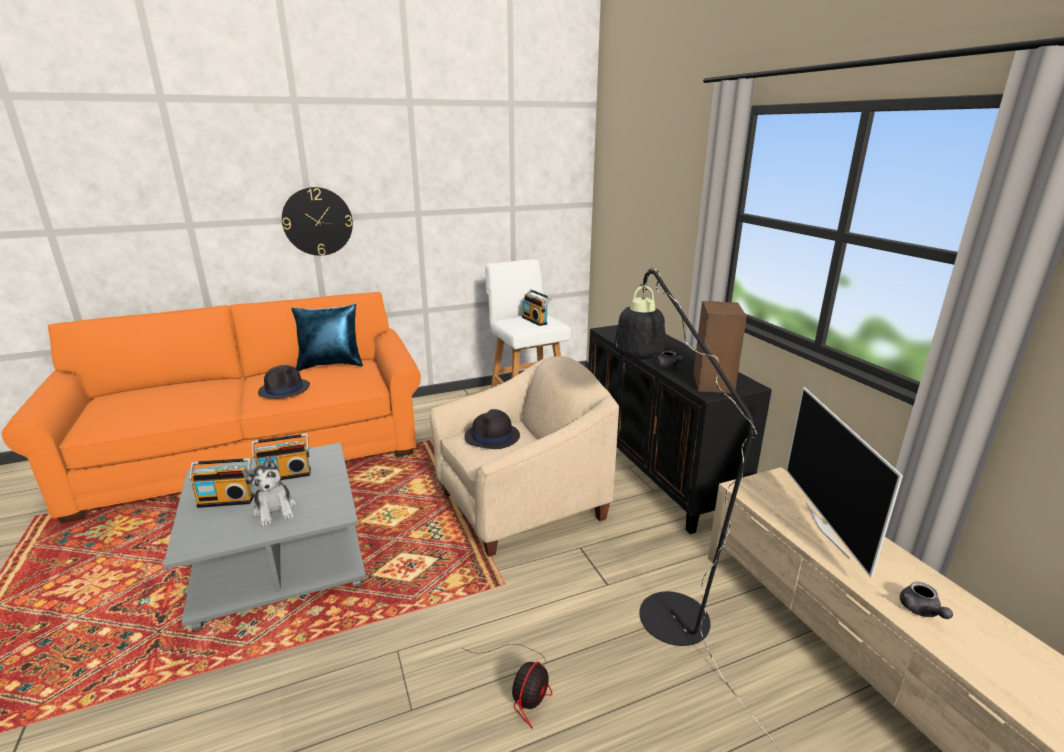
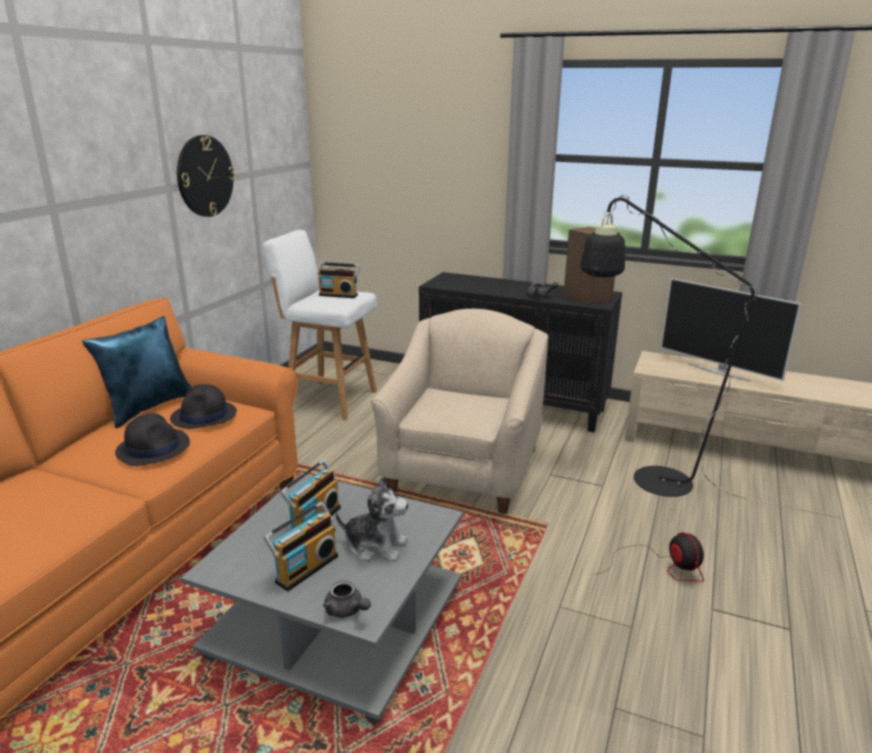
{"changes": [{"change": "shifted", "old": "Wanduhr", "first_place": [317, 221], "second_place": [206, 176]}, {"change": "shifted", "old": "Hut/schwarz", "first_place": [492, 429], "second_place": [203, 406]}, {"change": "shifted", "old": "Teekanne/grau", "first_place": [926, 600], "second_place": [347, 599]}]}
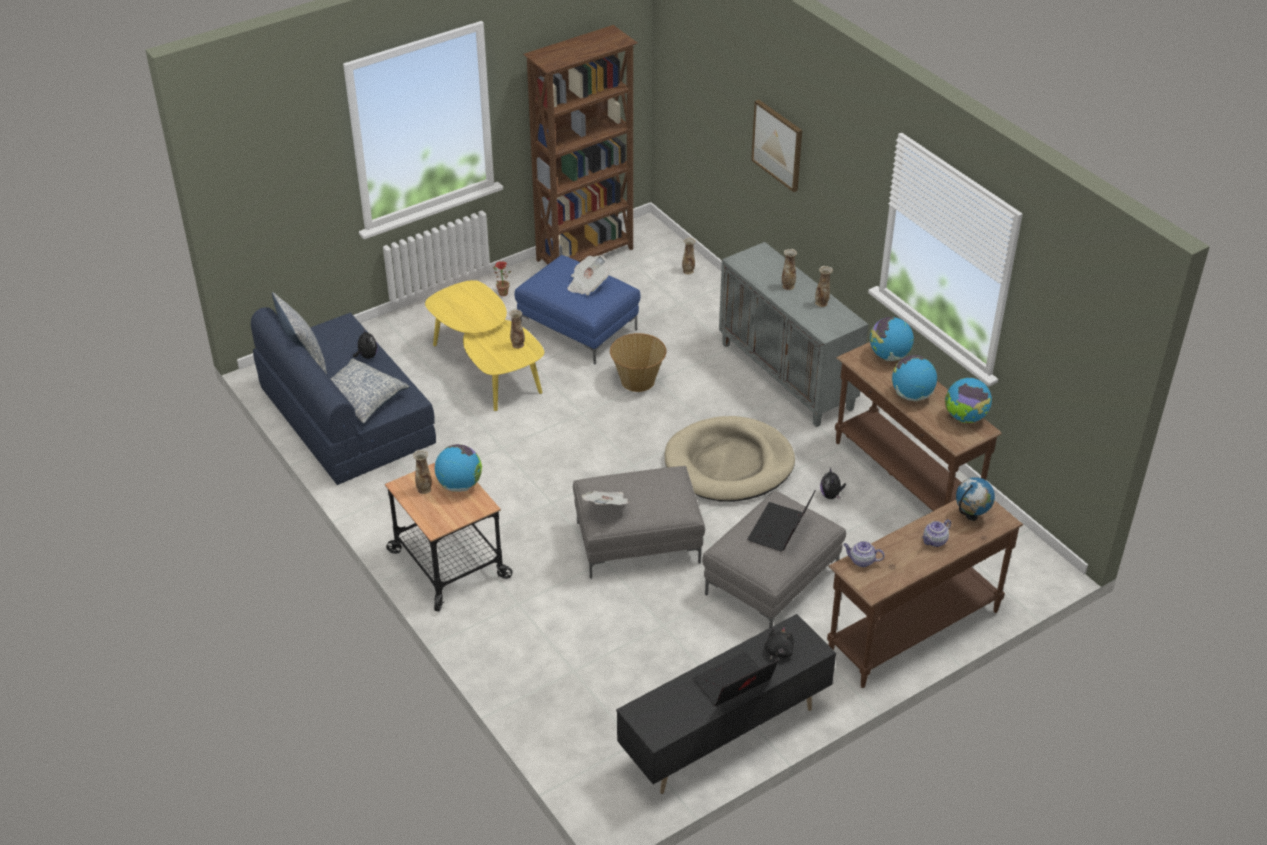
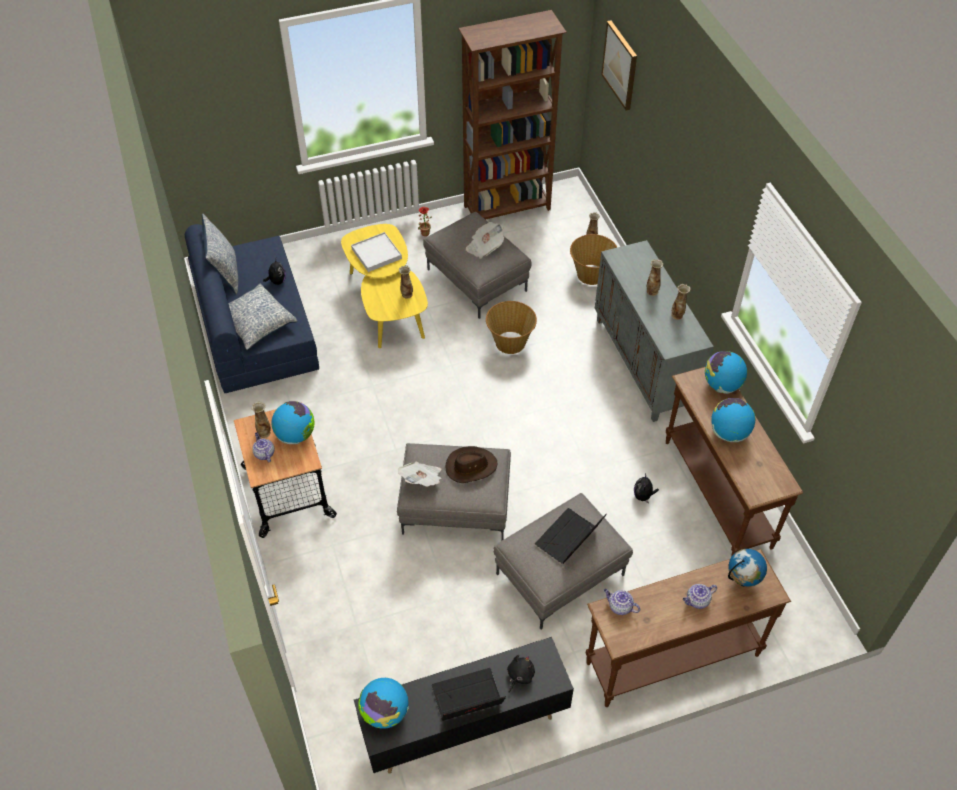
{"changes": [{"change": "repainted", "old": "Polsterhocker/blau", "new": "Polsterhocker/grau", "first_place": [577, 310], "second_place": [477, 265]}, {"change": "gone", "old": "Hundebett/beige", "first_place": [730, 459]}, {"change": "shifted", "old": "Bild", "first_place": [776, 145], "second_place": [619, 65]}, {"change": "shifted", "old": "Globus", "first_place": [968, 400], "second_place": [383, 703]}, {"change": "new", "new": "Teekanne", "second_place": [263, 447]}, {"change": "new", "new": "Tablett/weiß", "second_place": [376, 252]}, {"change": "new", "new": "Hut/braun", "second_place": [471, 464]}, {"change": "new", "new": "Korb", "second_place": [593, 259]}]}
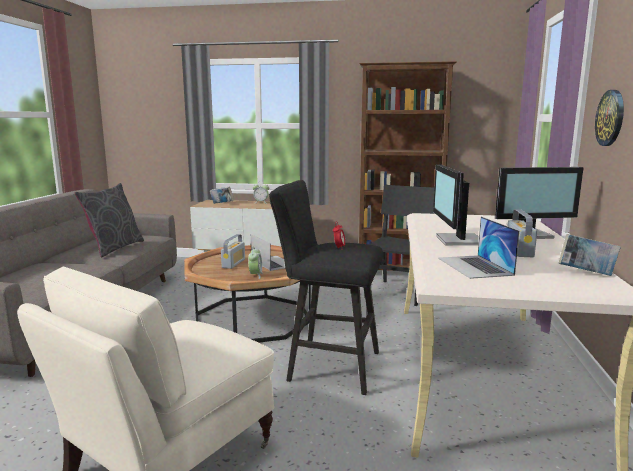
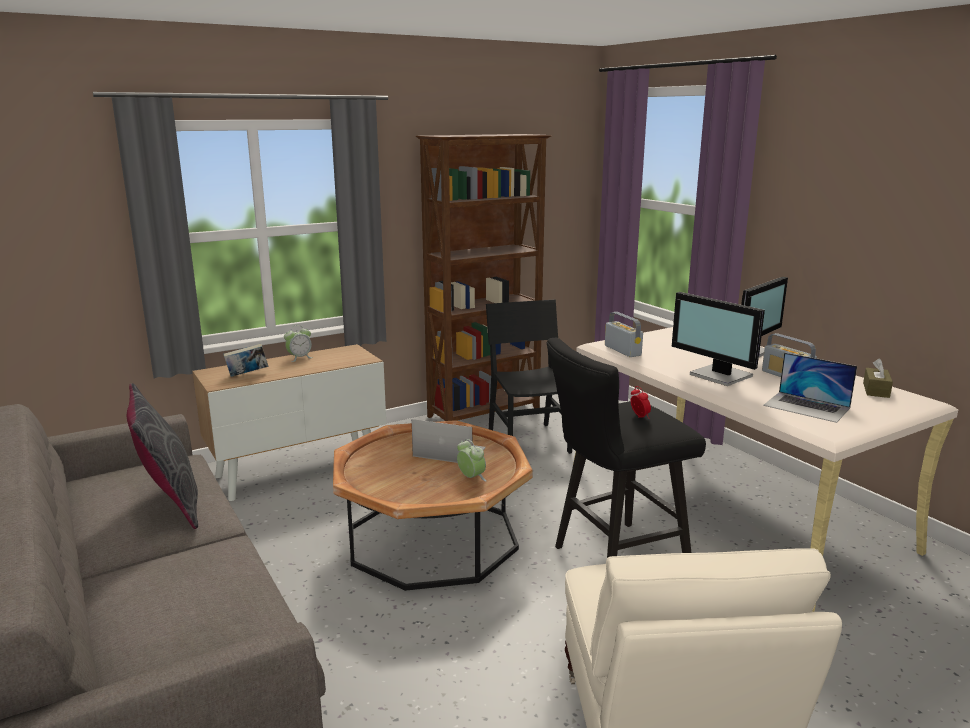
{"changes": [{"change": "shifted", "old": "Radio", "first_place": [233, 251], "second_place": [624, 334]}, {"change": "swapped", "old": "Buch", "new": "Taschentuchbox/braun", "first_place": [590, 255], "second_place": [878, 378]}, {"change": "gone", "old": "Wanduhr", "first_place": [609, 118]}]}
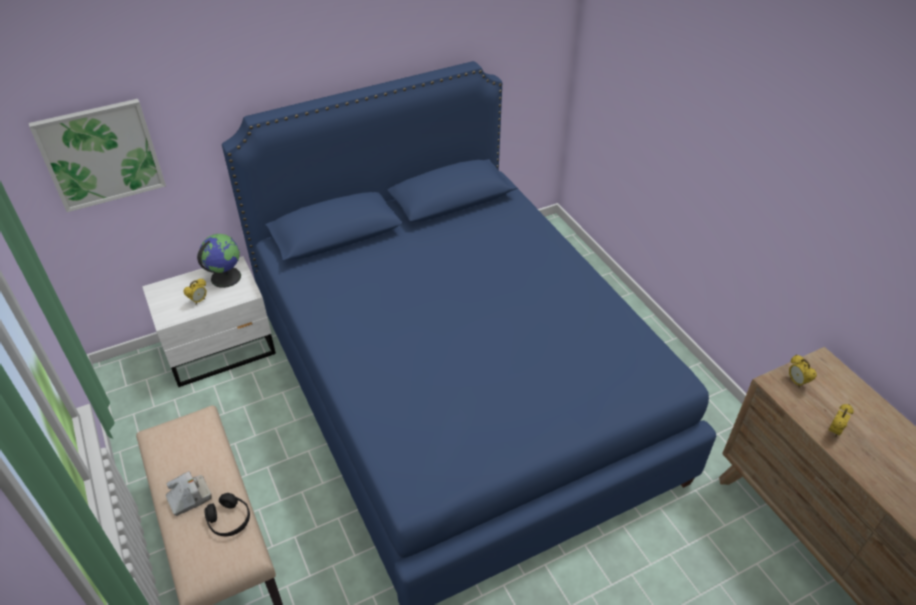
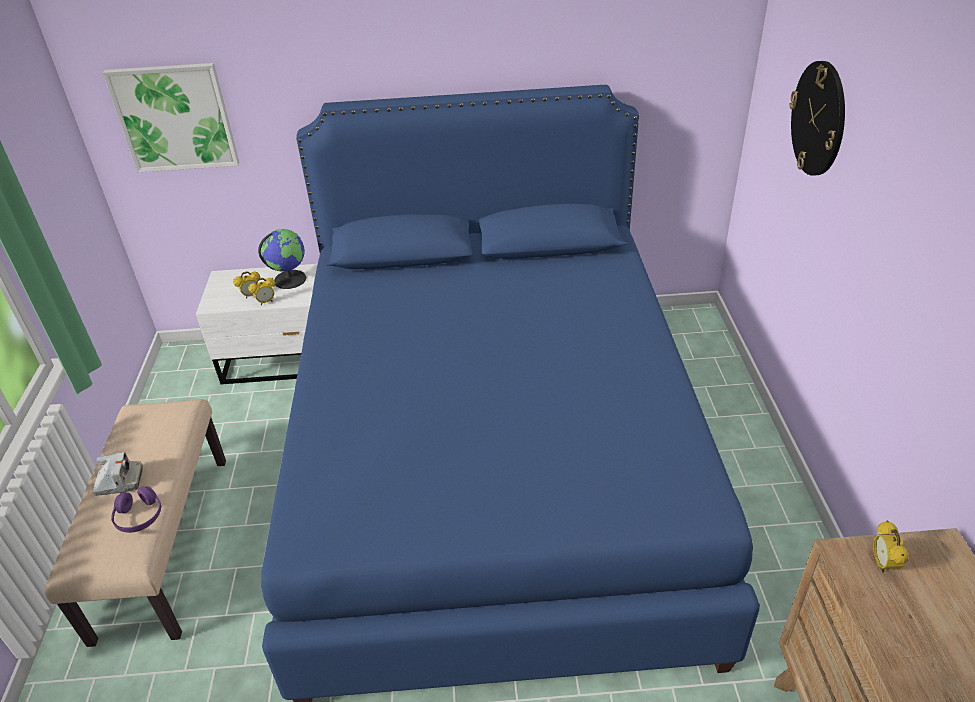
{"changes": [{"change": "repainted", "old": "Kopfhörer/schwarz", "new": "Kopfhörer/lila", "first_place": [227, 514], "second_place": [136, 509]}, {"change": "shifted", "old": "Wecker", "first_place": [841, 420], "second_place": [261, 291]}, {"change": "new", "new": "Wanduhr", "second_place": [817, 118]}]}
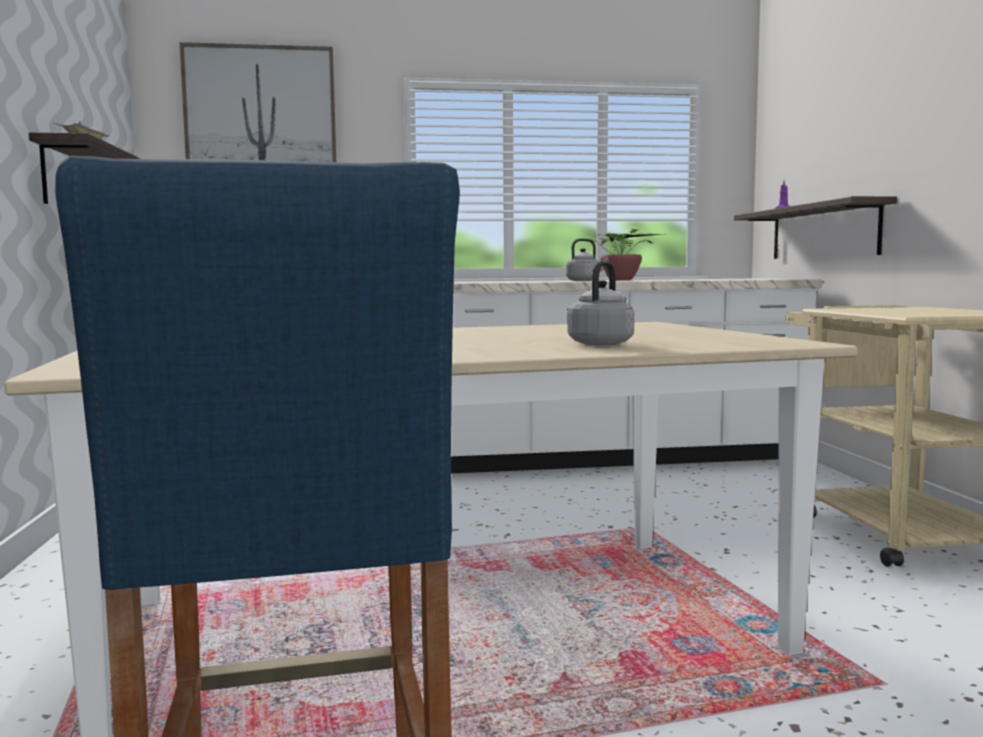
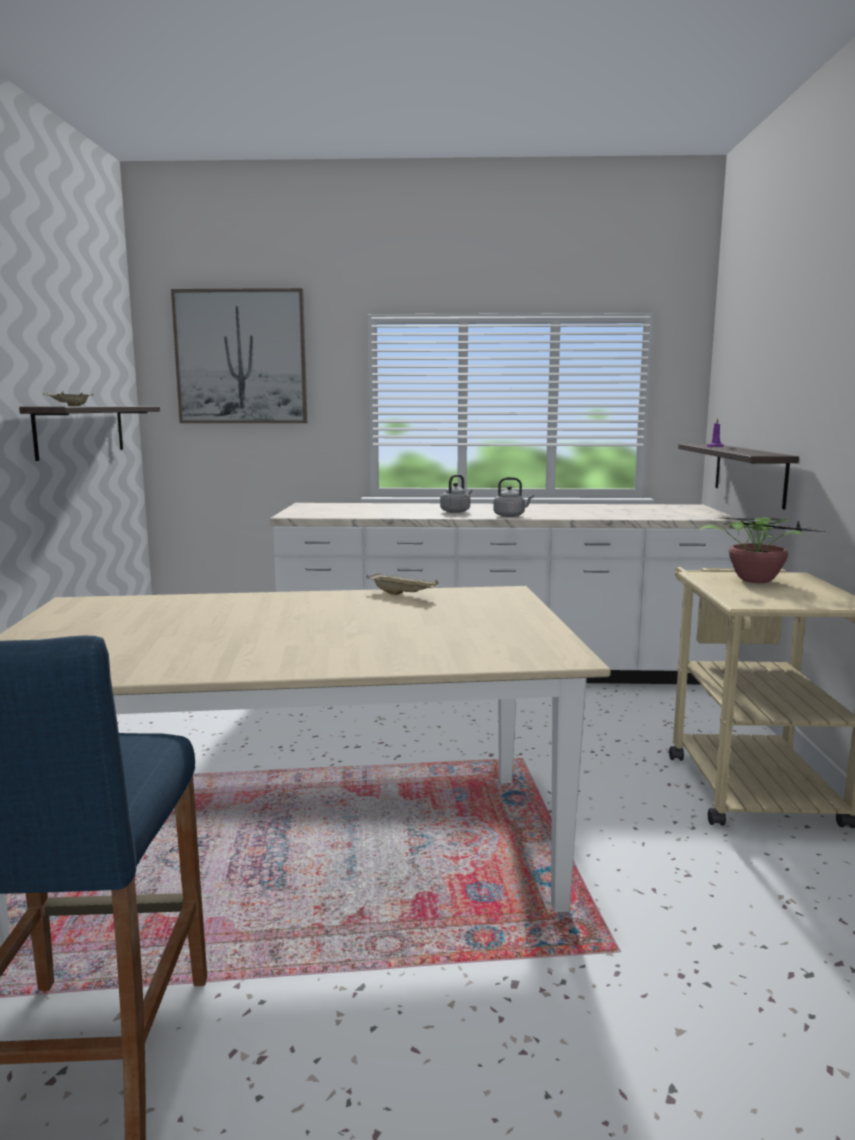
{"changes": [{"change": "shifted", "old": "Wasserkessel/grau", "first_place": [601, 303], "second_place": [456, 494]}, {"change": "shifted", "old": "Topfpflanze", "first_place": [626, 254], "second_place": [761, 550]}, {"change": "new", "new": "Tablett/beige", "second_place": [402, 584]}]}
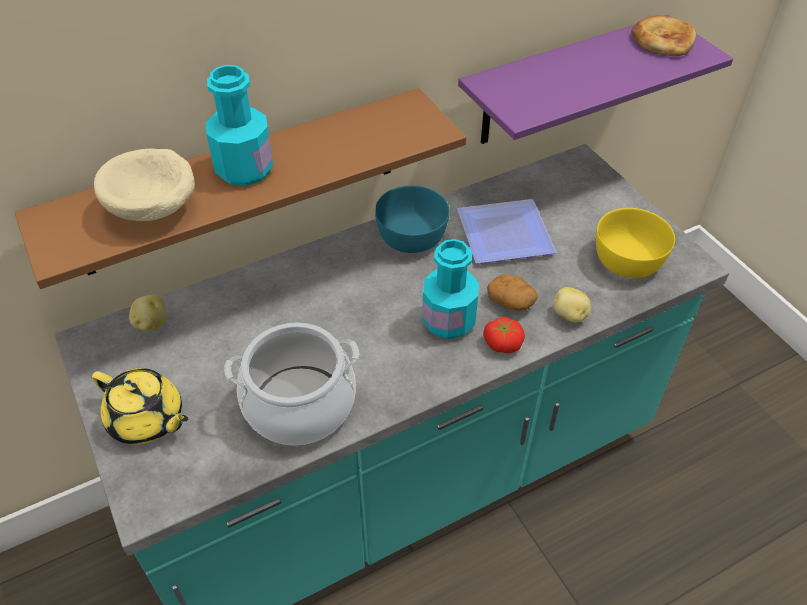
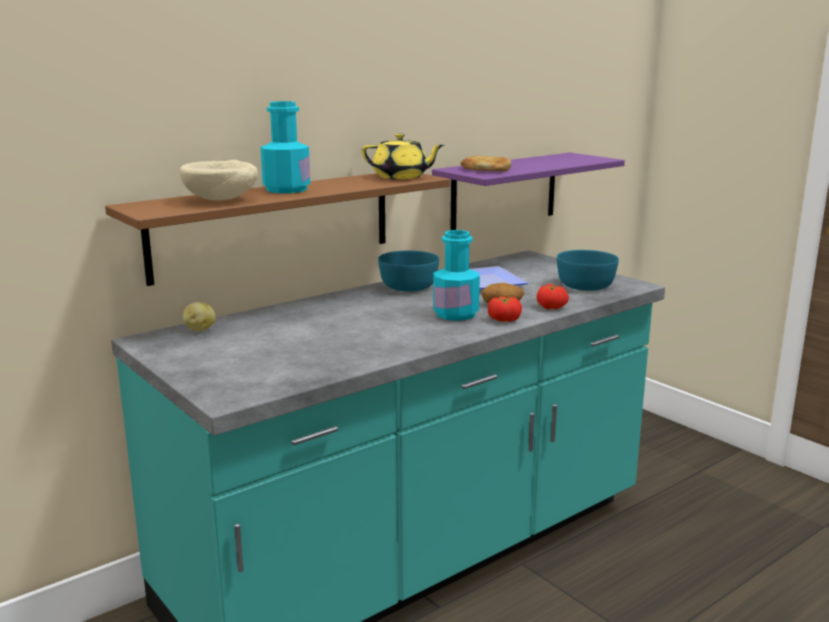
{"changes": [{"change": "shifted", "old": "Teekanne/gelb", "first_place": [140, 406], "second_place": [403, 156]}, {"change": "gone", "old": "Kochtopf", "first_place": [291, 384]}, {"change": "swapped", "old": "Kartoffel", "new": "Tomate", "first_place": [572, 305], "second_place": [553, 296]}, {"change": "repainted", "old": "Schüssel/gelb", "new": "Schüssel/türkis", "first_place": [635, 243], "second_place": [588, 270]}, {"change": "shifted", "old": "Brot", "first_place": [663, 36], "second_place": [486, 164]}]}
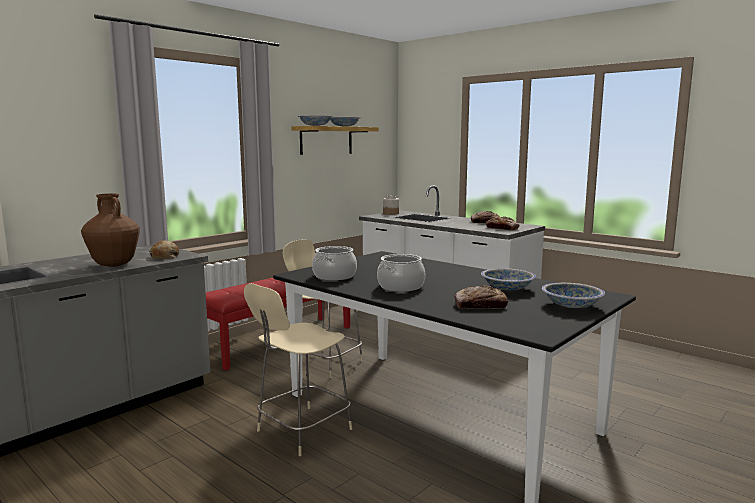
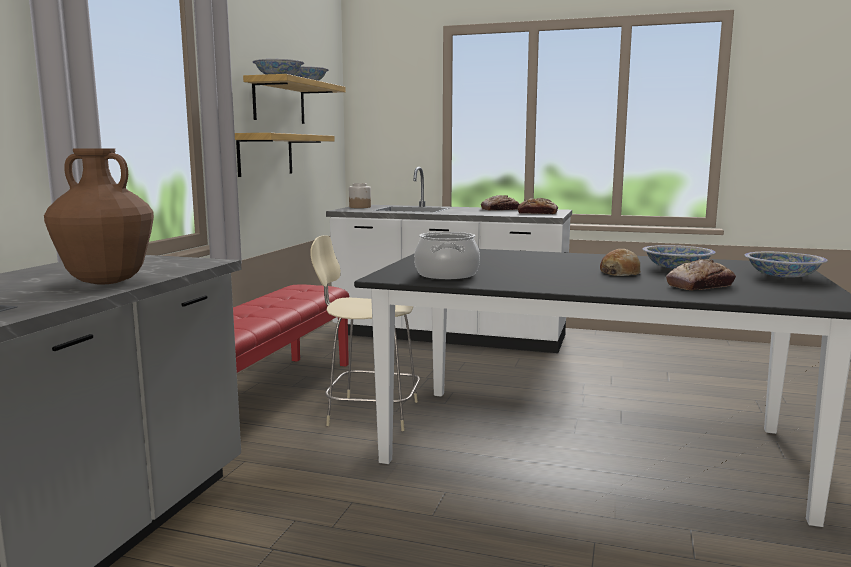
{"changes": [{"change": "shifted", "old": "Brot", "first_place": [164, 249], "second_place": [620, 262]}, {"change": "gone", "old": "Stuhl/beige", "first_place": [298, 369]}, {"change": "gone", "old": "Kochtopf", "first_place": [401, 273]}, {"change": "new", "new": "Wandregal", "second_place": [285, 155]}]}
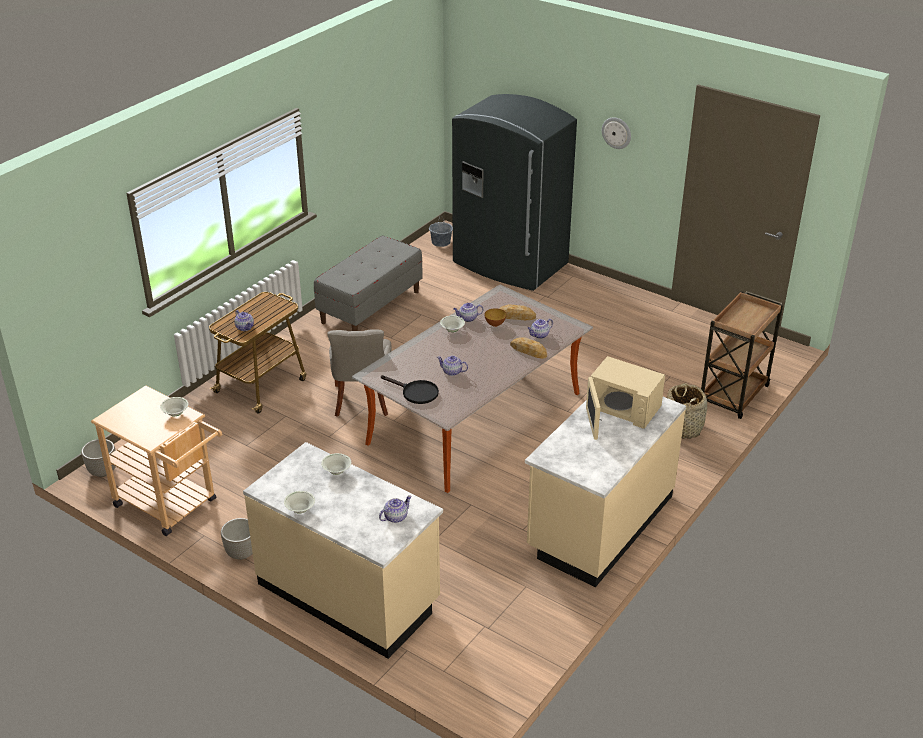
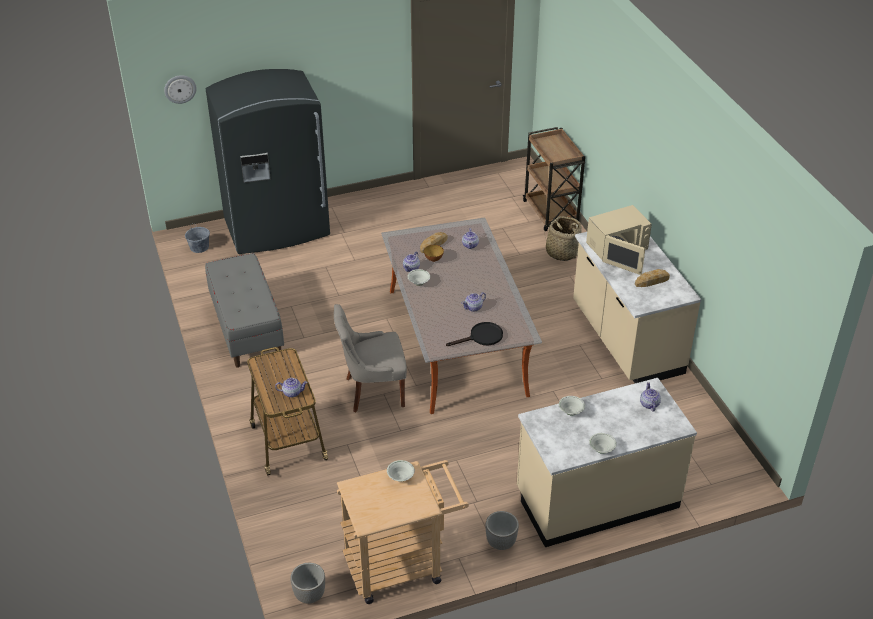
{"changes": [{"change": "rotated", "old": "Stuhl/grau", "first_place": [359, 373], "second_place": [370, 358], "degrees": 135}, {"change": "shifted", "old": "Brot", "first_place": [528, 348], "second_place": [652, 278]}, {"change": "shifted", "old": "Wanduhr", "first_place": [616, 133], "second_place": [180, 89]}]}
